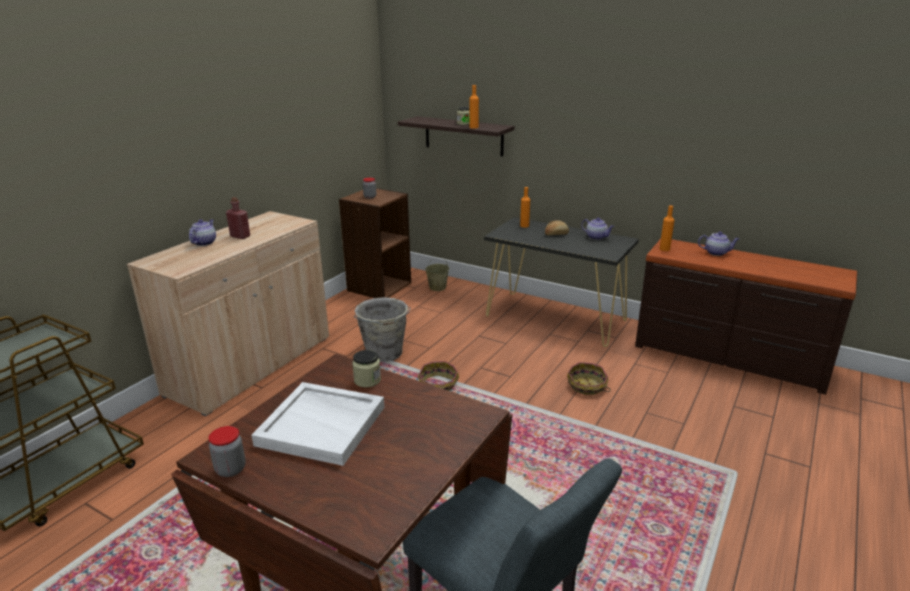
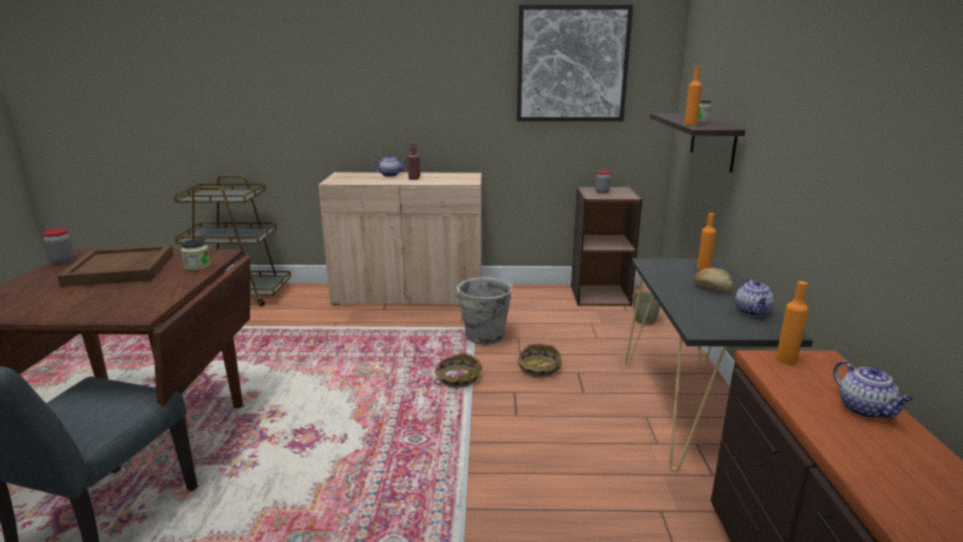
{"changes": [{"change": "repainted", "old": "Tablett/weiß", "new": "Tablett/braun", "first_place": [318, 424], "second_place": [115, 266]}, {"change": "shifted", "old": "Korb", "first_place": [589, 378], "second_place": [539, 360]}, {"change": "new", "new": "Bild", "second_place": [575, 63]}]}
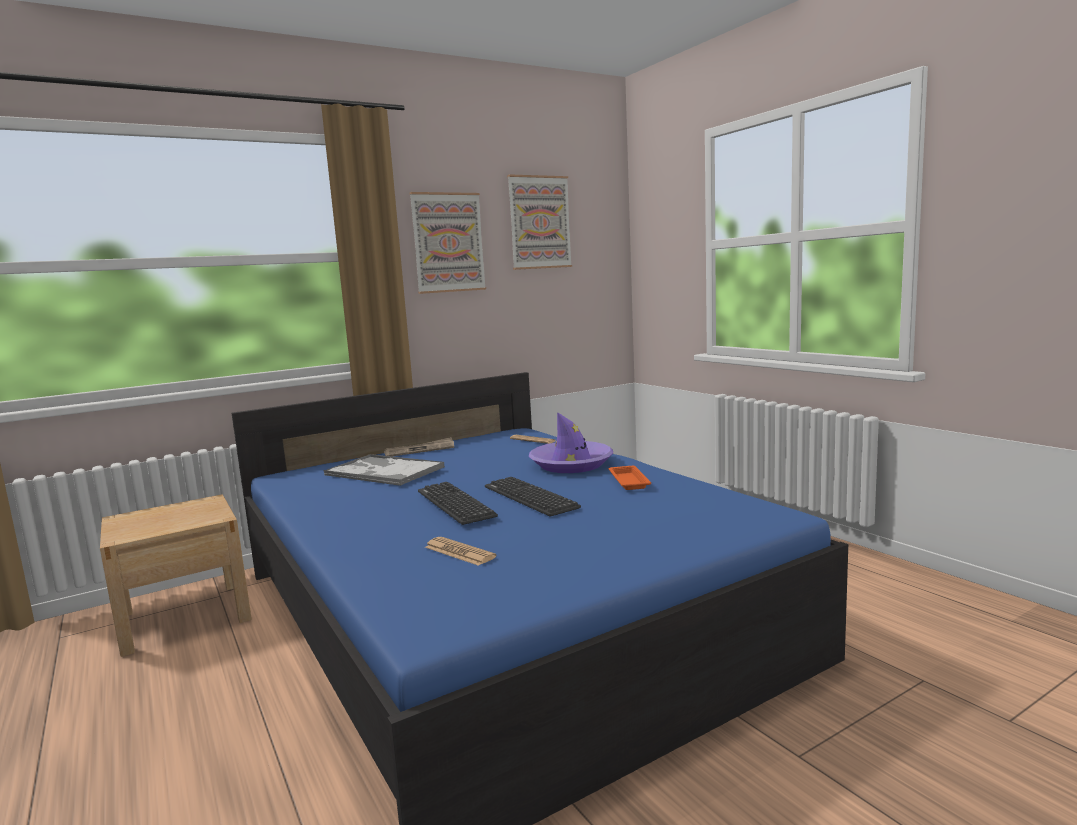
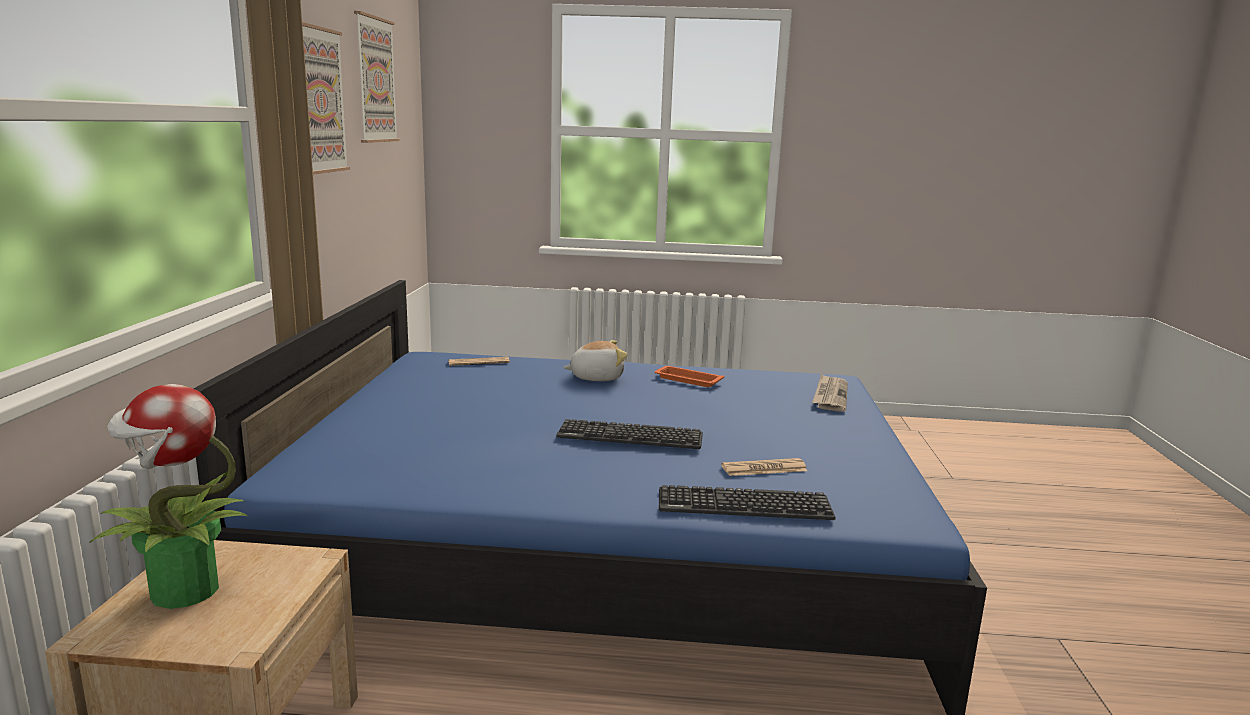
{"changes": [{"change": "gone", "old": "Tablett", "first_place": [384, 470]}, {"change": "shifted", "old": "Zeitung", "first_place": [419, 446], "second_place": [830, 393]}, {"change": "shifted", "old": "Tastatur", "first_place": [533, 496], "second_place": [747, 502]}, {"change": "swapped", "old": "Hut/lila", "new": "Plüschtier", "first_place": [570, 442], "second_place": [595, 360]}, {"change": "new", "new": "Topfpflanze", "second_place": [168, 496]}]}
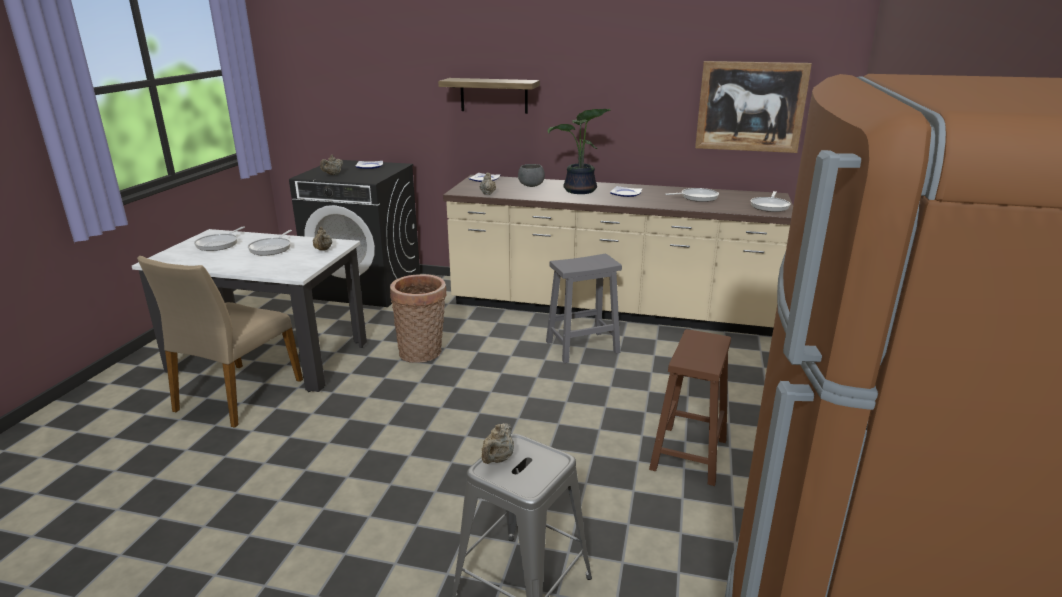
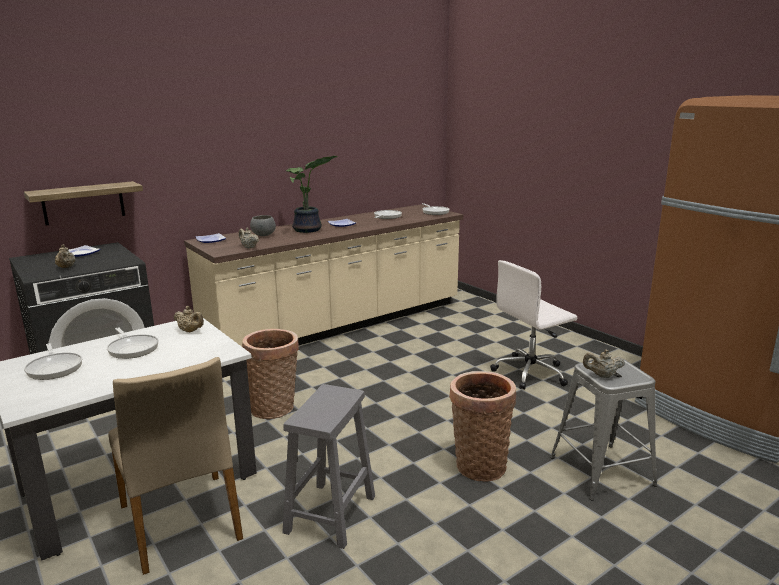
{"changes": [{"change": "shifted", "old": "Wandregal", "first_place": [489, 96], "second_place": [83, 203]}, {"change": "rotated", "old": "Teekanne/beige", "first_place": [498, 443], "second_place": [604, 363], "degrees": 120}, {"change": "shifted", "old": "Hocker/grau", "first_place": [584, 308], "second_place": [328, 466]}, {"change": "swapped", "old": "Hocker/braun", "new": "Bürostuhl/weiß", "first_place": [690, 407], "second_place": [533, 325]}, {"change": "gone", "old": "Bild", "first_place": [753, 107]}, {"change": "new", "new": "Korb", "second_place": [482, 426]}]}
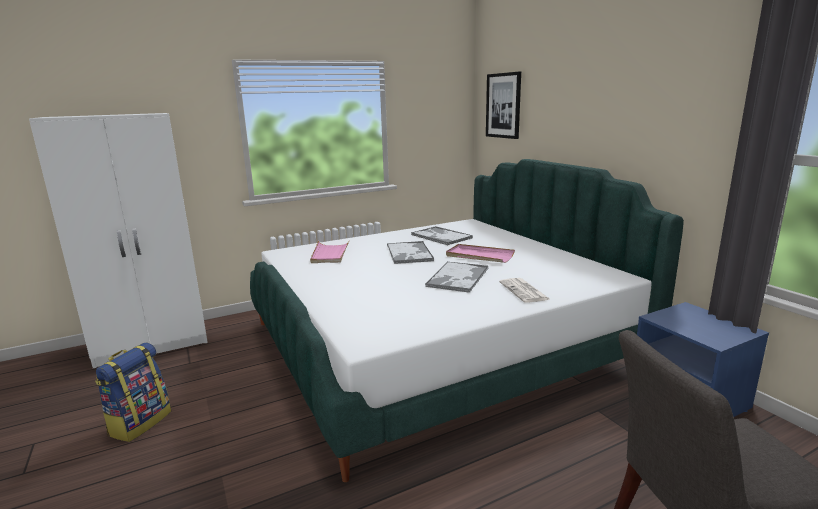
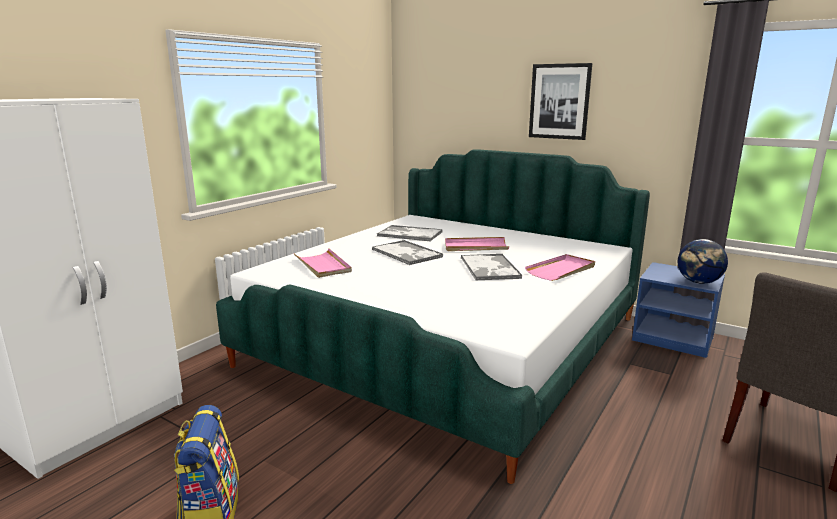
{"changes": [{"change": "shifted", "old": "Bild", "first_place": [503, 105], "second_place": [560, 101]}, {"change": "swapped", "old": "Zeitung", "new": "Tablett/rosa", "first_place": [525, 290], "second_place": [560, 267]}, {"change": "new", "new": "Globus", "second_place": [703, 261]}]}
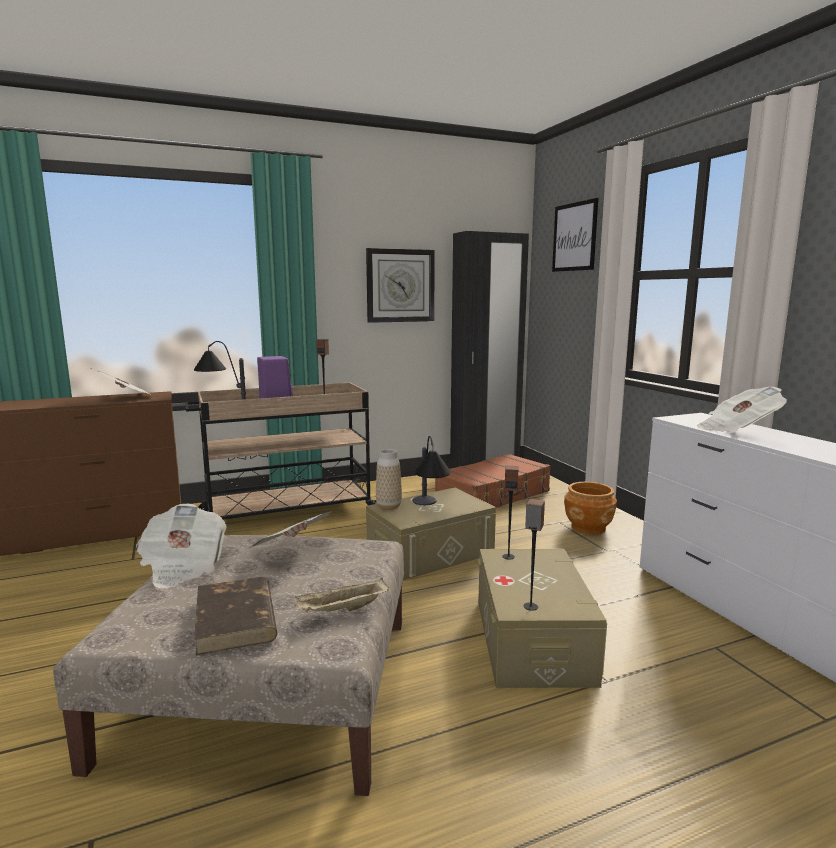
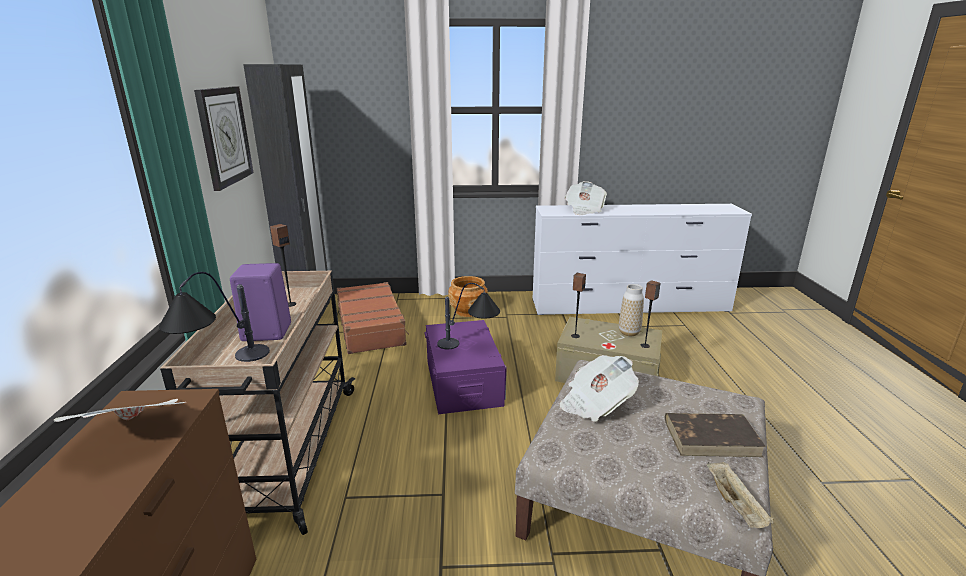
{"changes": [{"change": "gone", "old": "Zeitung", "first_place": [181, 546]}, {"change": "shifted", "old": "Tablett/beige", "first_place": [342, 594], "second_place": [739, 495]}, {"change": "repainted", "old": "Aufbewahrungsbox/beige", "new": "Aufbewahrungsbox/lila", "first_place": [431, 534], "second_place": [465, 367]}, {"change": "shifted", "old": "Vase", "first_place": [389, 479], "second_place": [631, 310]}, {"change": "gone", "old": "Bild", "first_place": [575, 235]}]}
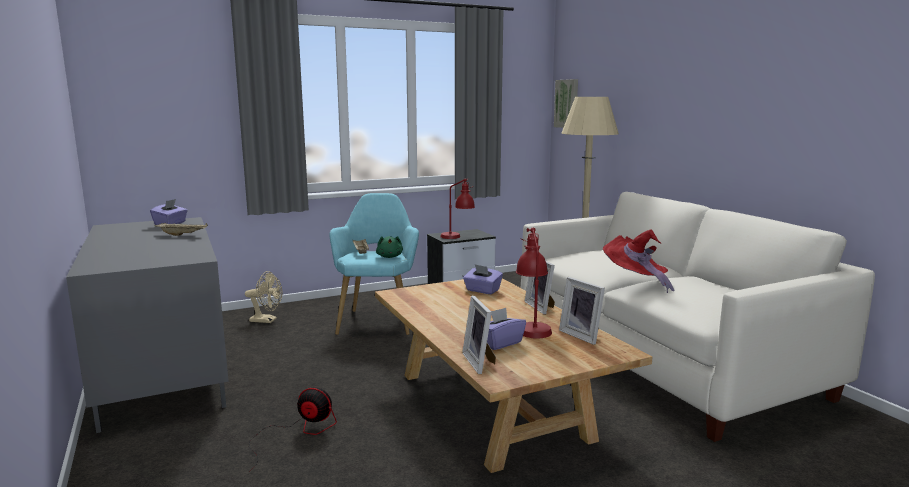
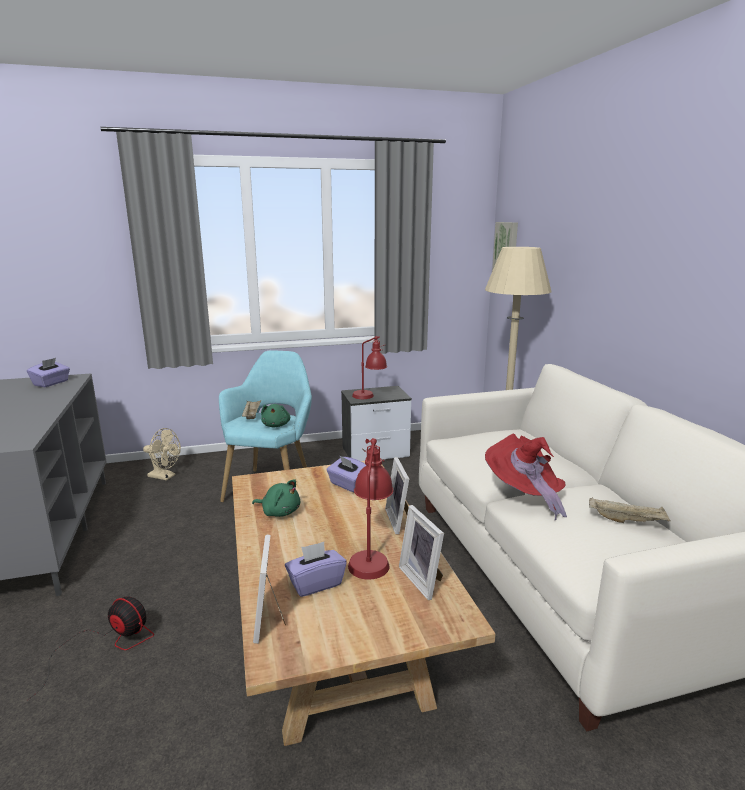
{"changes": [{"change": "shifted", "old": "Tablett/beige", "first_place": [181, 229], "second_place": [629, 510]}, {"change": "new", "new": "Plüschtier/grün", "second_place": [276, 498]}]}
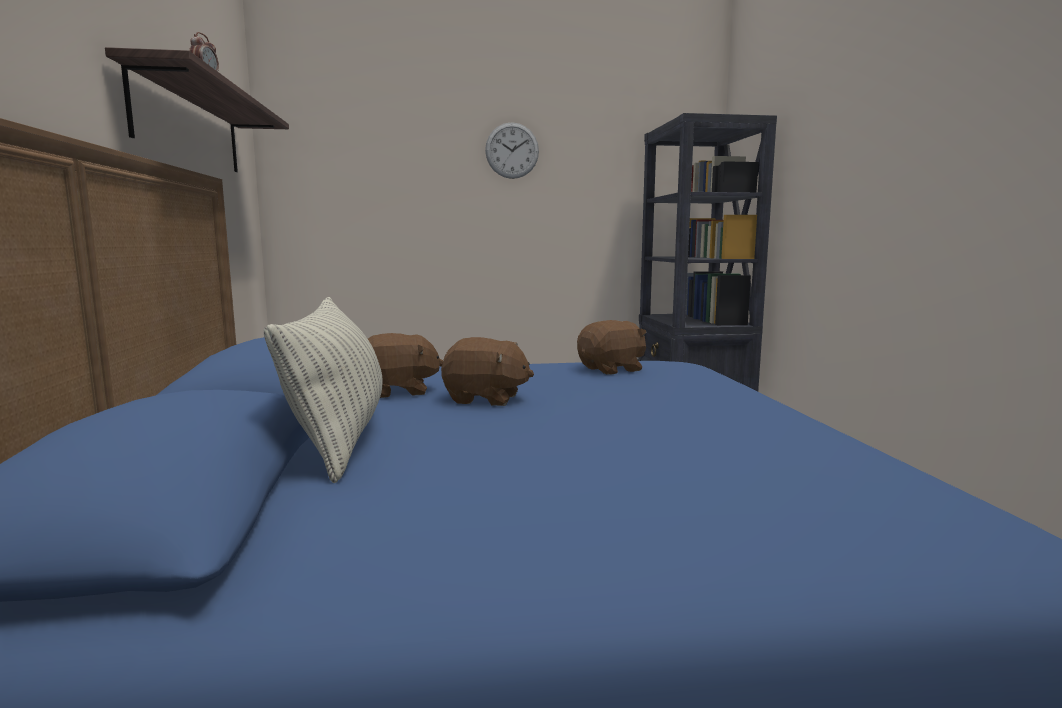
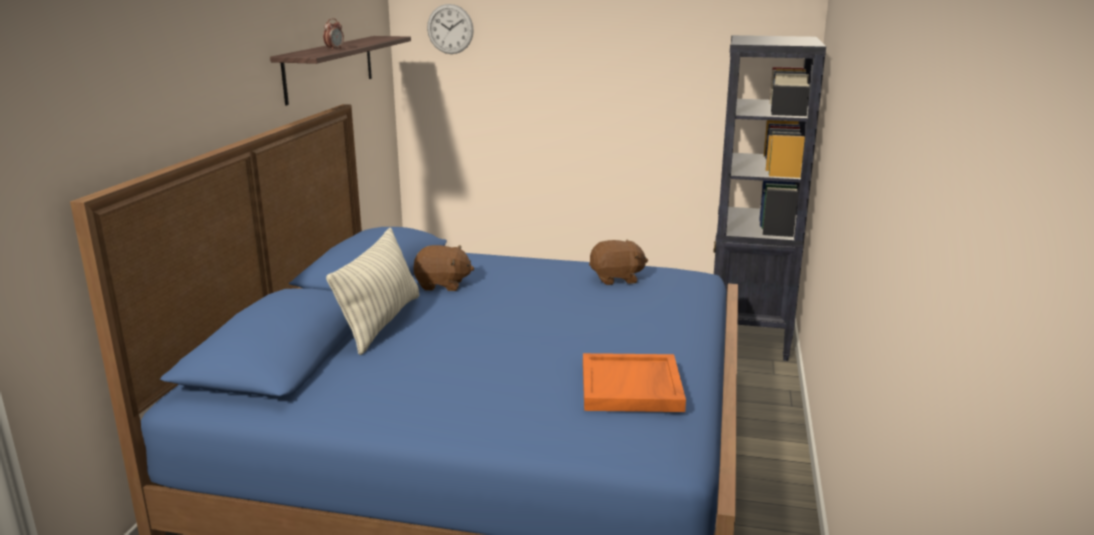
{"changes": [{"change": "gone", "old": "Plüschtier/braun", "first_place": [487, 371]}, {"change": "shifted", "old": "Wanduhr", "first_place": [512, 150], "second_place": [450, 29]}, {"change": "new", "new": "Tablett/orange", "second_place": [634, 382]}]}
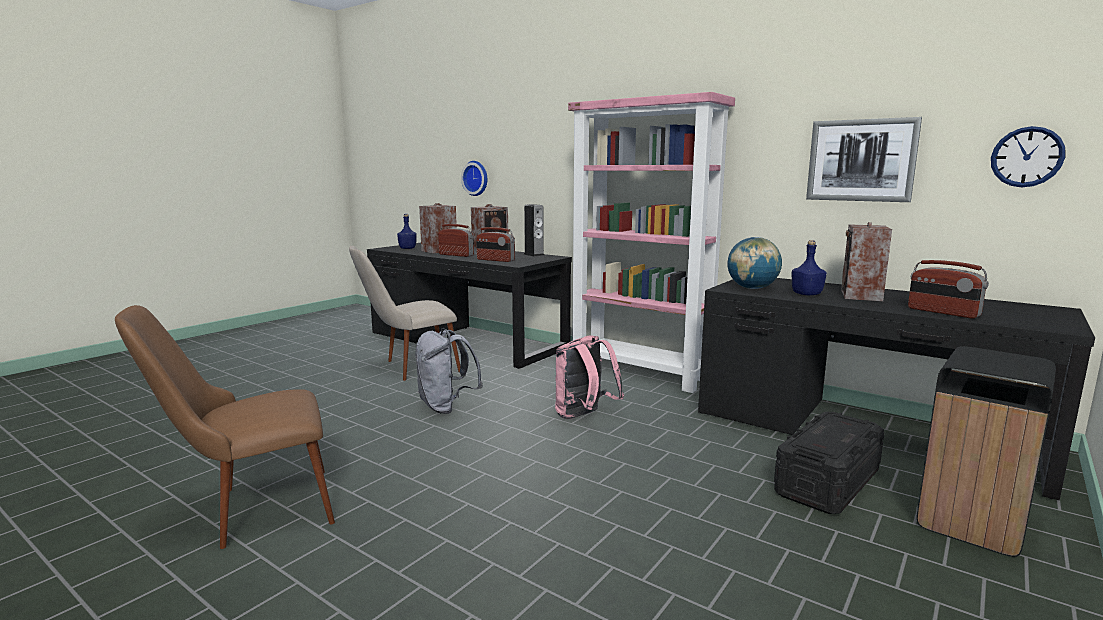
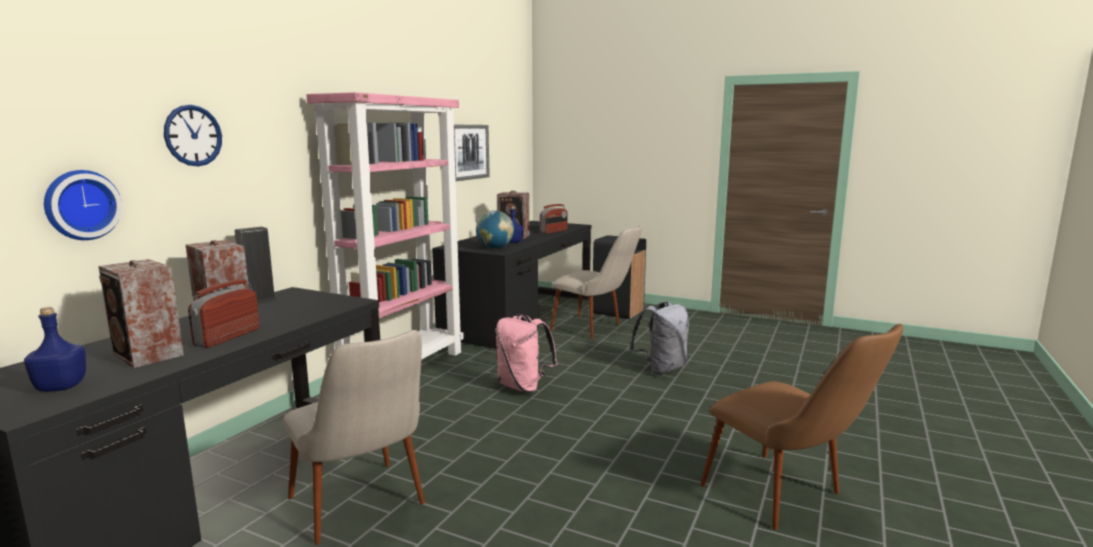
{"changes": [{"change": "shifted", "old": "Rucksack/grau", "first_place": [449, 371], "second_place": [659, 338]}, {"change": "gone", "old": "Radio", "first_place": [495, 244]}, {"change": "swapped", "old": "Aufbewahrungsbox/schwarz", "new": "Stuhl/beige", "first_place": [829, 463], "second_place": [596, 282]}, {"change": "shifted", "old": "Wanduhr", "first_place": [1028, 156], "second_place": [193, 135]}]}
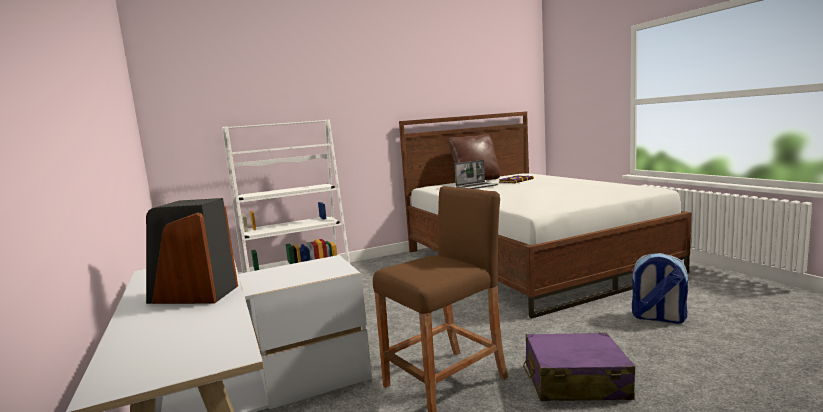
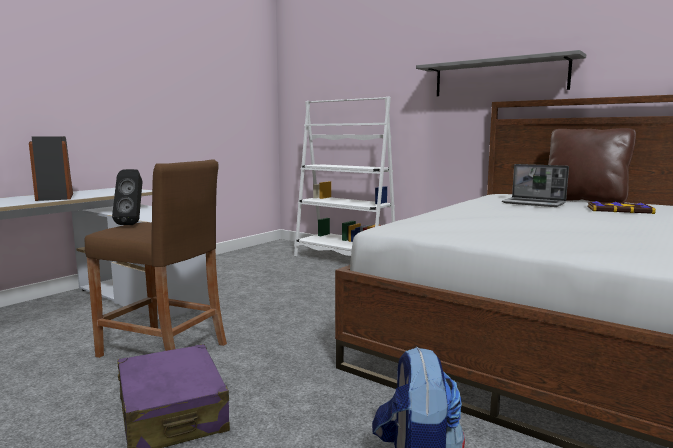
{"changes": [{"change": "new", "new": "Lautsprecher/schwarz", "second_place": [127, 197]}, {"change": "new", "new": "Wandregal/grau", "second_place": [501, 73]}]}
